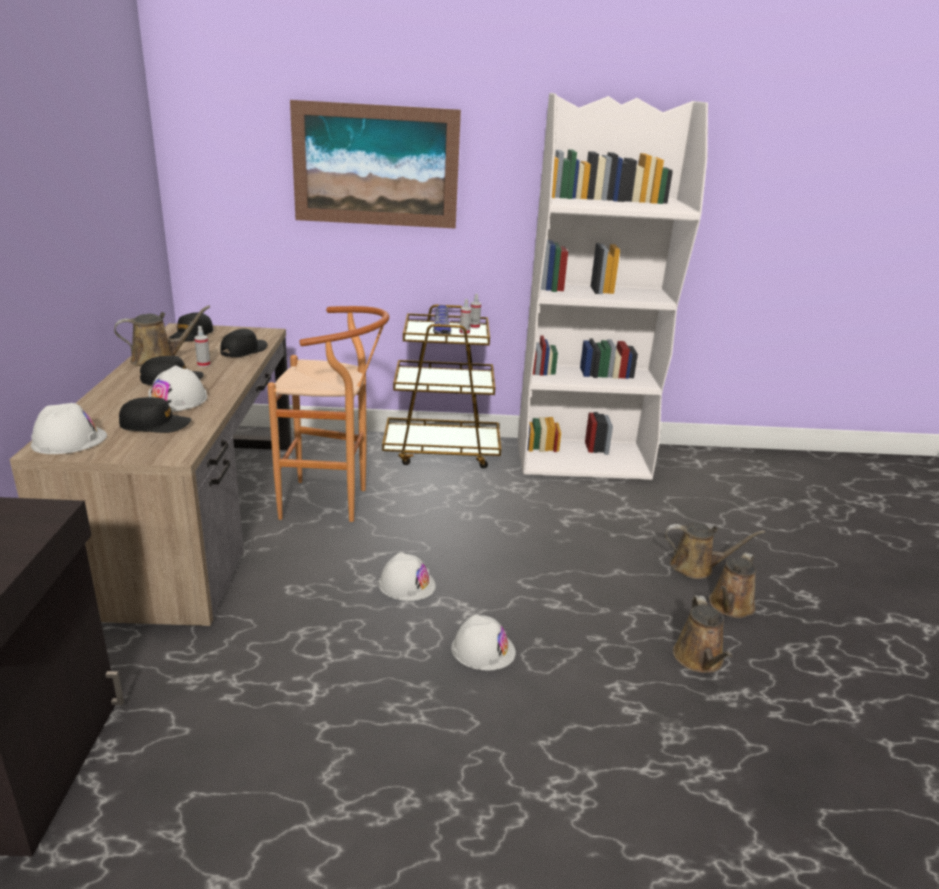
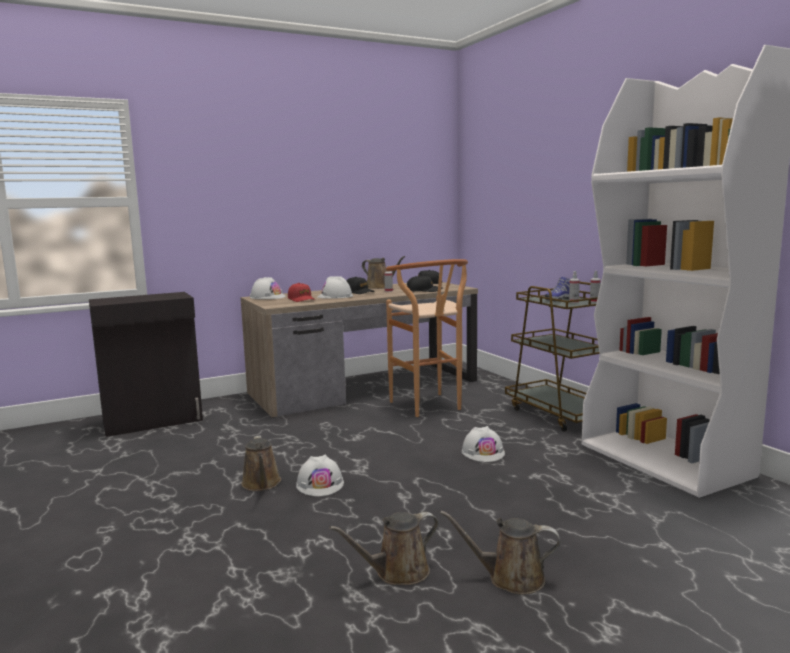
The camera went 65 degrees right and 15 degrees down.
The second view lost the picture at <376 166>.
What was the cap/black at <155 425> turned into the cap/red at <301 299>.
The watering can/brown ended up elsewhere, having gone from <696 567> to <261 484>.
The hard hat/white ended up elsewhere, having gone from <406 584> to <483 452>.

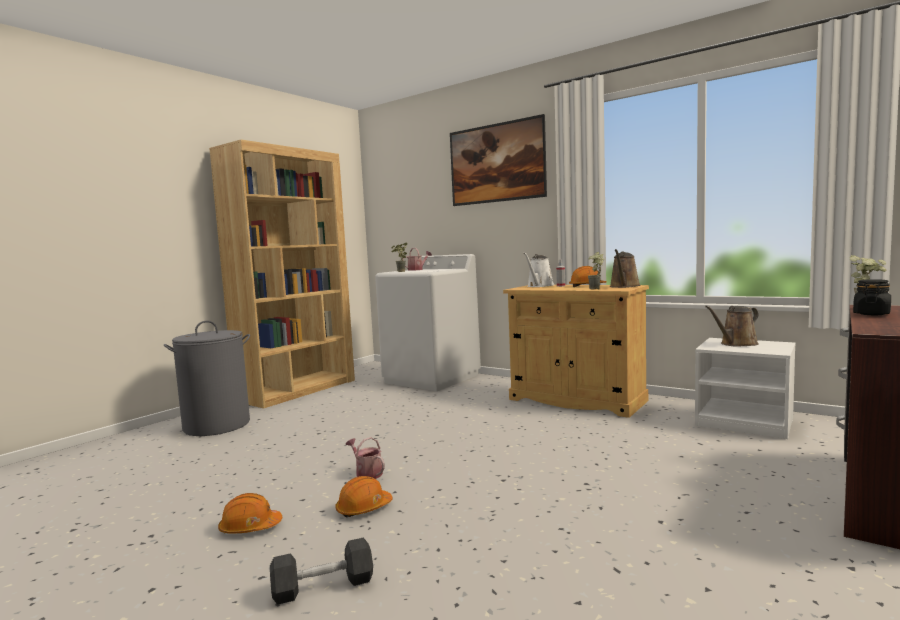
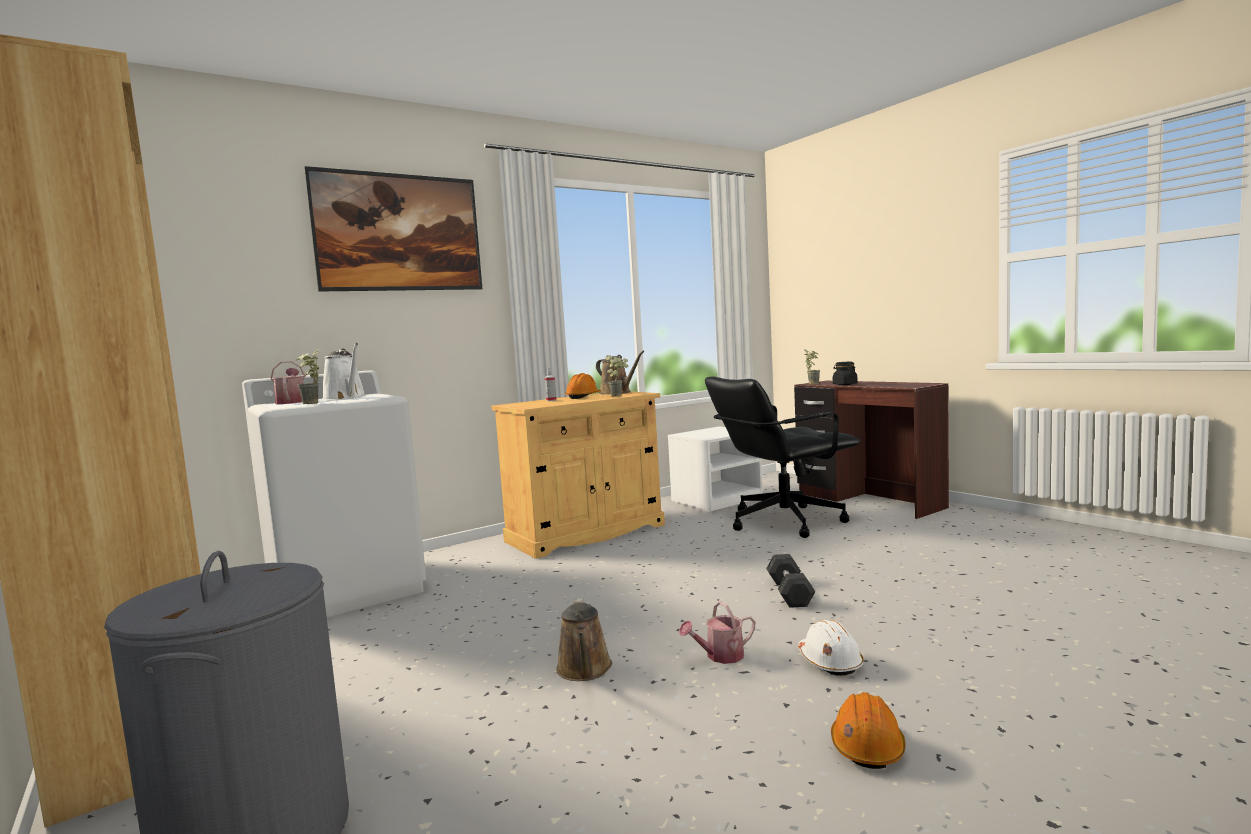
The camera went 70 degrees left and 0 degrees up.
The watering can/white ended up elsewhere, having gone from <539 286> to <346 398>.
The watering can/brown ended up elsewhere, having gone from <736 344> to <584 670>.
What was the hard hat/orange at <363 508> turned into the hard hat/white at <830 662>.
The dumbbell/grey ended up elsewhere, having gone from <323 586> to <790 593>.
The second view gained the office chair/black at <783 521>.

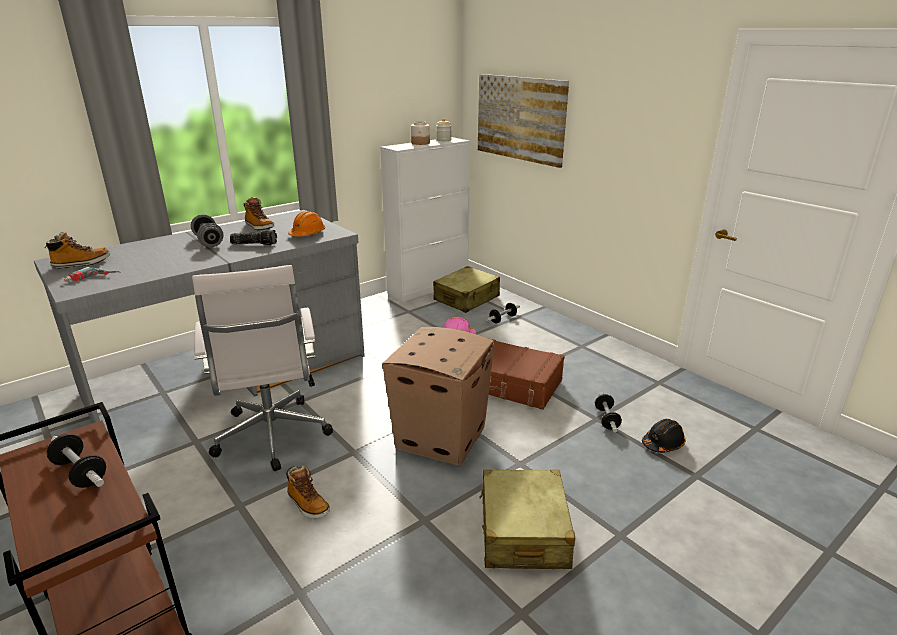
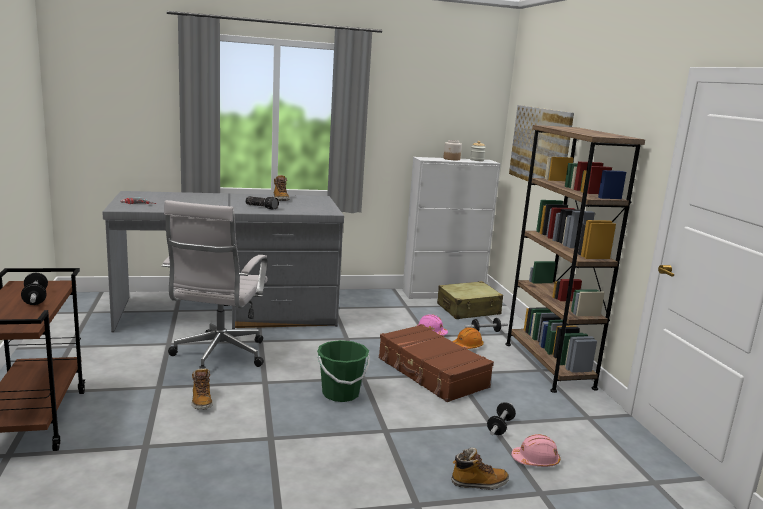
The camera went 25 degrees right and 10 degrees down.
The hard hat/orange ended up elsewhere, having gone from <307 234> to <467 346>.
The second view lost the dumbbell/grey at <209 242>.
The boot ended up elsewhere, having gone from <81 264> to <479 483>.
Where the cardboard box stood at <441 437>, the bucket/green came to stand at <340 393>.
What was the hard hat/black at <663 443> turned into the hard hat/pink at <535 460>.
The second view lost the suitcase/beige at <523 532>.
The second view gained the bookcase/brown at <548 365>.

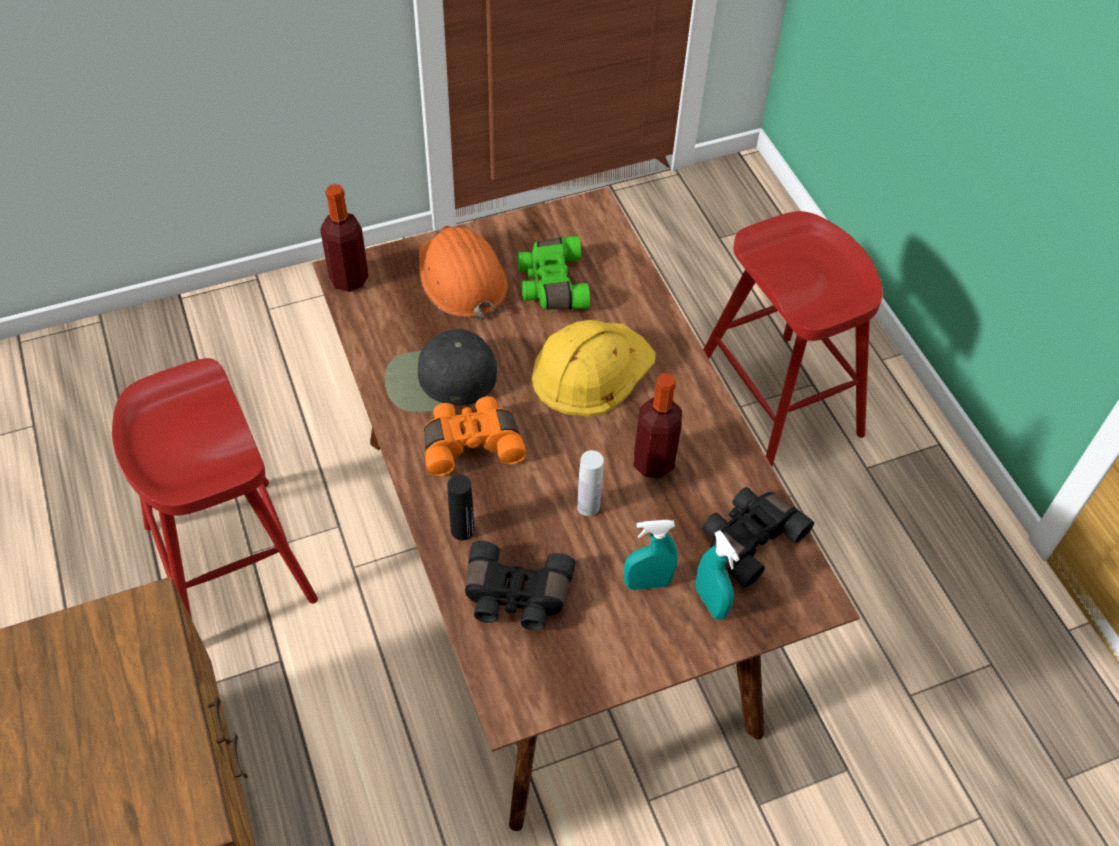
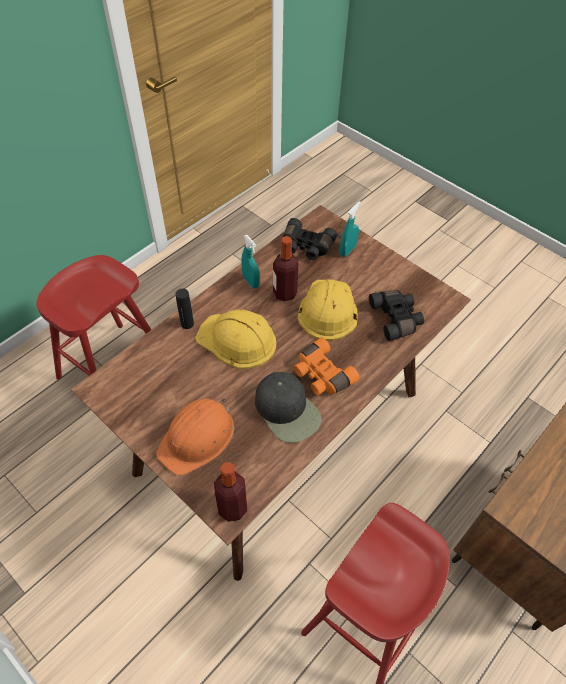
The camera went 115 degrees left and 0 degrees up.
The second view lost the binoculars/green at <551 284>.
Where the bottle/white stood at <588 506>, the hard hat/yellow came to stand at <327 310>.
The bottle/black ended up elsewhere, having gone from <462 530> to <187 324>.
The spray bottle/turquoise ended up elsewhere, having gone from <647 583> to <251 282>.

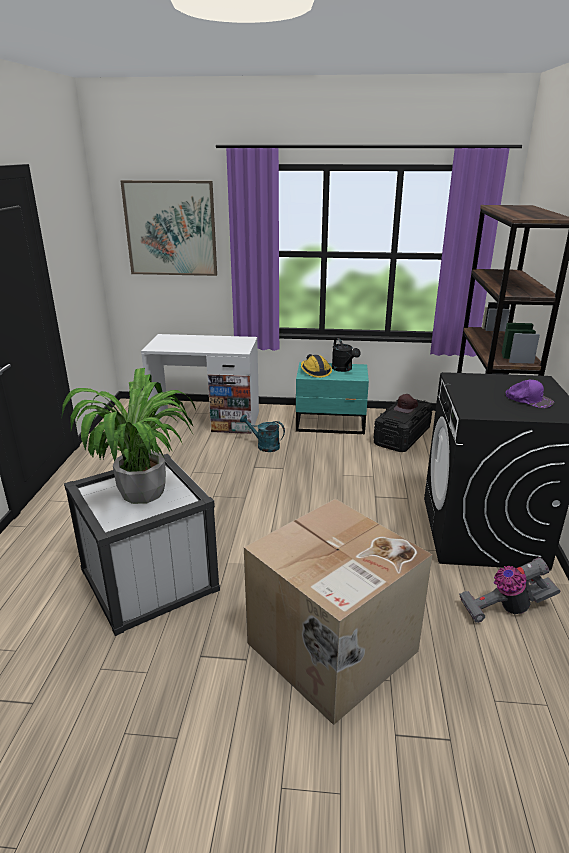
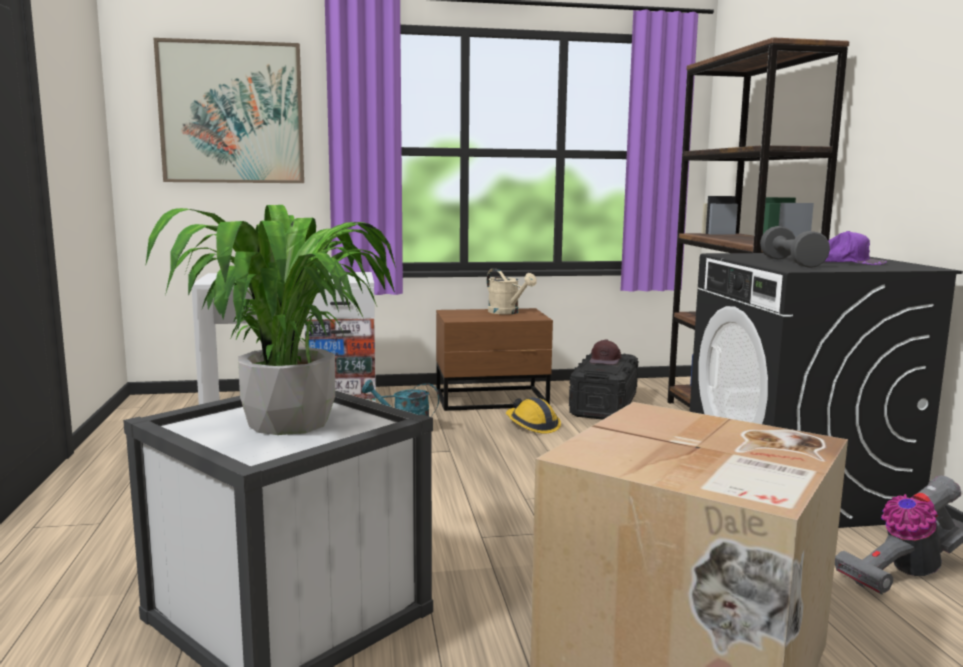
The camera went 15 degrees left and 15 degrees down.
What was the watering can/black at <344 369> turned into the watering can/beige at <507 312>.
The hard hat ended up elsewhere, having gone from <315 371> to <532 425>.
What was the nightstand/turquoise at <331 424> turned into the nightstand/brown at <493 400>.
The second view gained the dumbbell/grey at <791 263>.

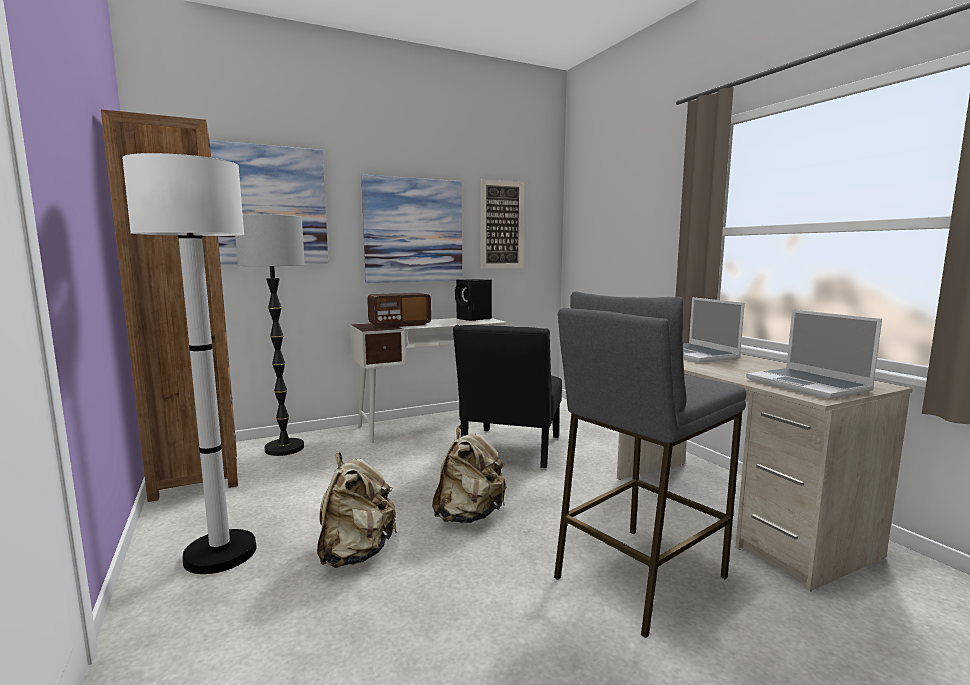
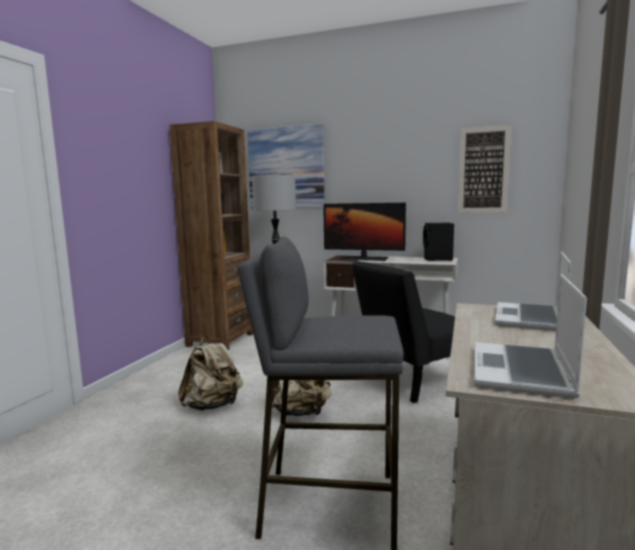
The camera went 45 degrees right and 0 degrees up.
The second view lost the floor lamp/white at <220 554>.
The second view lost the picture at <413 230>.
Where the radio stood at <399 325>, the monitor came to stand at <363 258>.

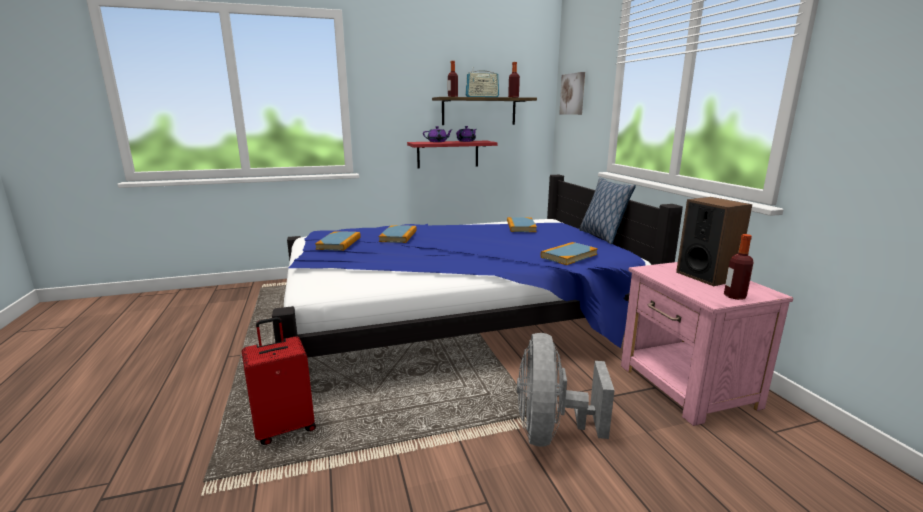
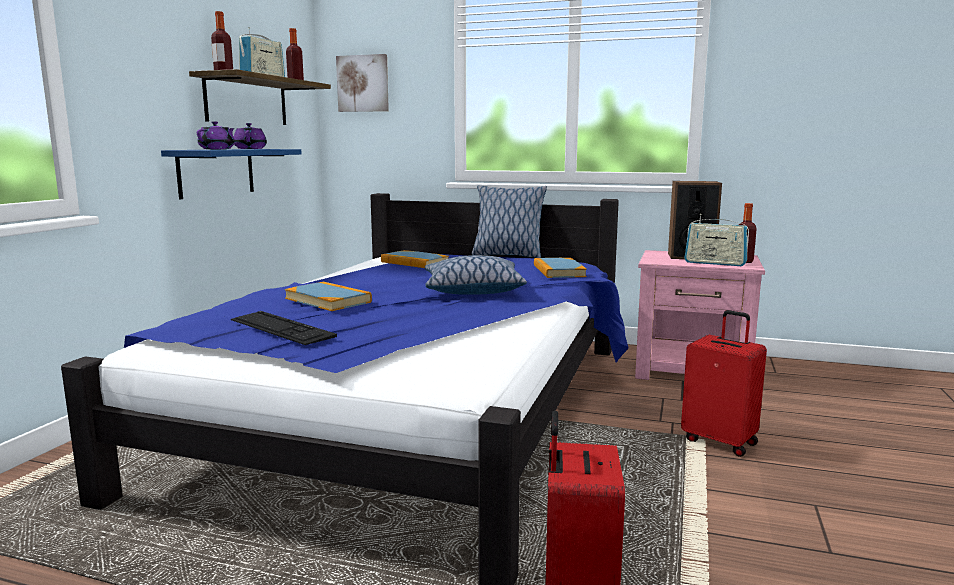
The camera went 55 degrees left and 5 degrees down.
What was the shelf/red at <448 154> turned into the shelf/blue at <216 172>.
Where the book stood at <339 243>, the keyboard came to stand at <281 328>.
Where the fan/grey stood at <551 431>, the suitcase/red came to stand at <720 441>.
The second view gained the radio at <715 263>.
The second view gained the pillow at <472 290>.

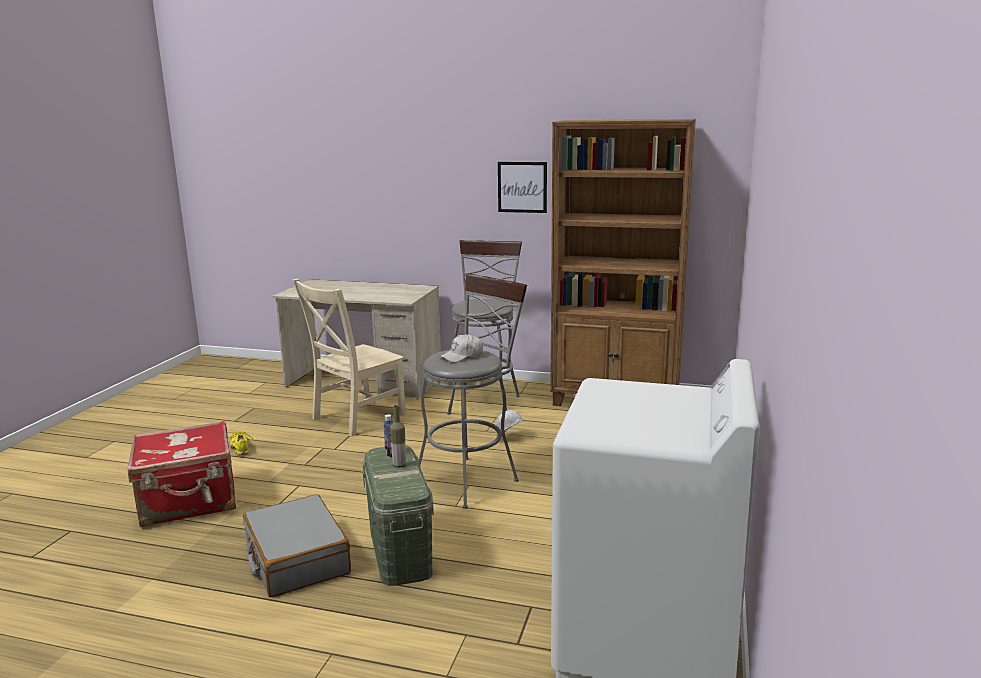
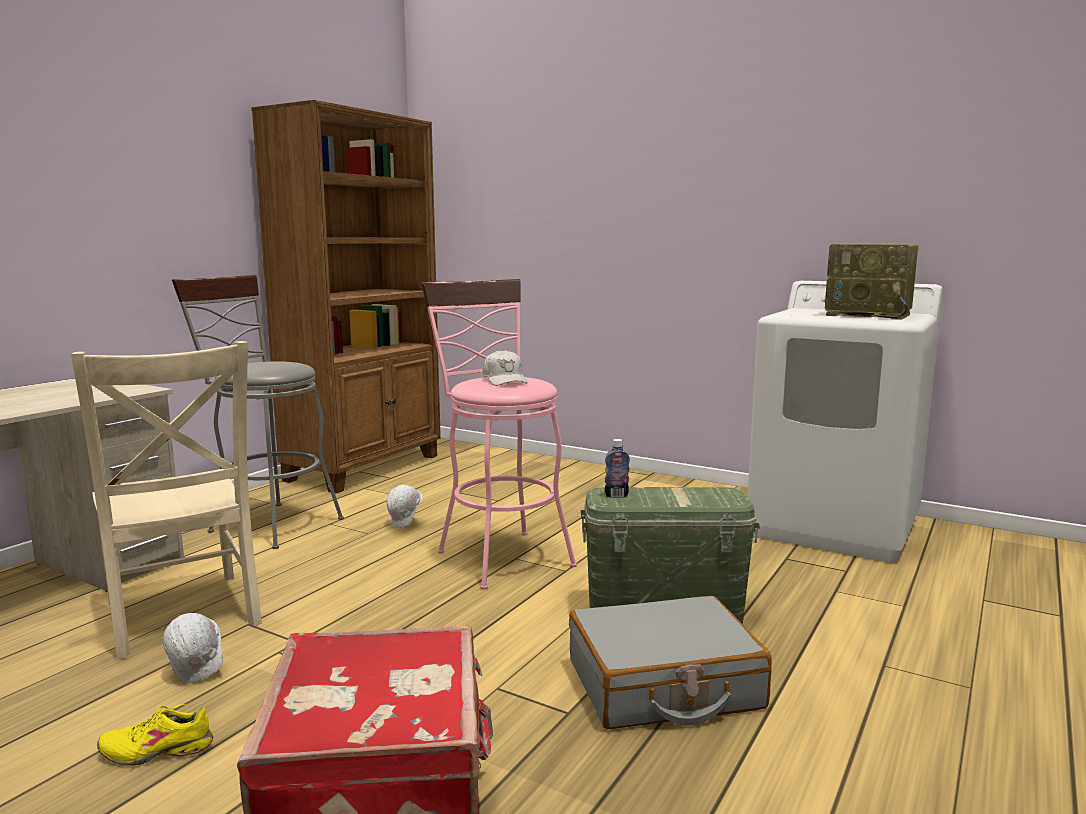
The camera went 75 degrees left and 5 degrees down.
The second view lost the picture at <522 187>.
What was the stool/grey at <472 478> turned into the stool/pink at <499 555>.
The second view lost the bottle at <399 465>.
The second view gained the radio at <870 315>.
The second view gained the hard hat/white at <197 671>.

